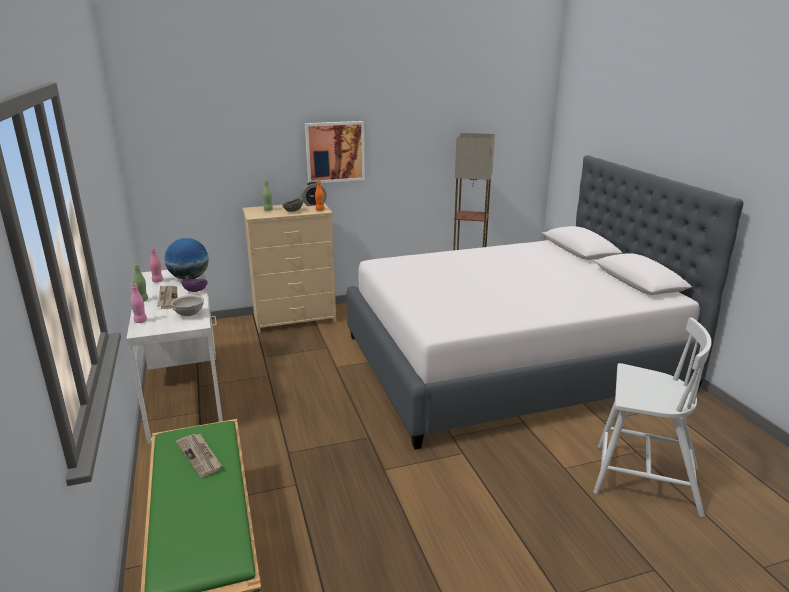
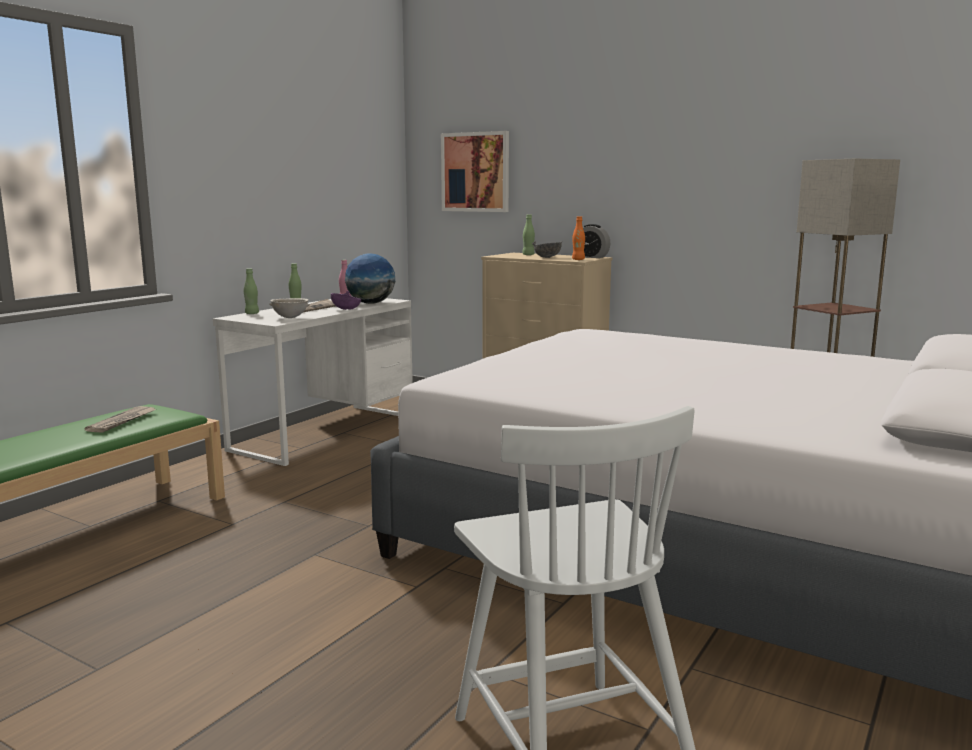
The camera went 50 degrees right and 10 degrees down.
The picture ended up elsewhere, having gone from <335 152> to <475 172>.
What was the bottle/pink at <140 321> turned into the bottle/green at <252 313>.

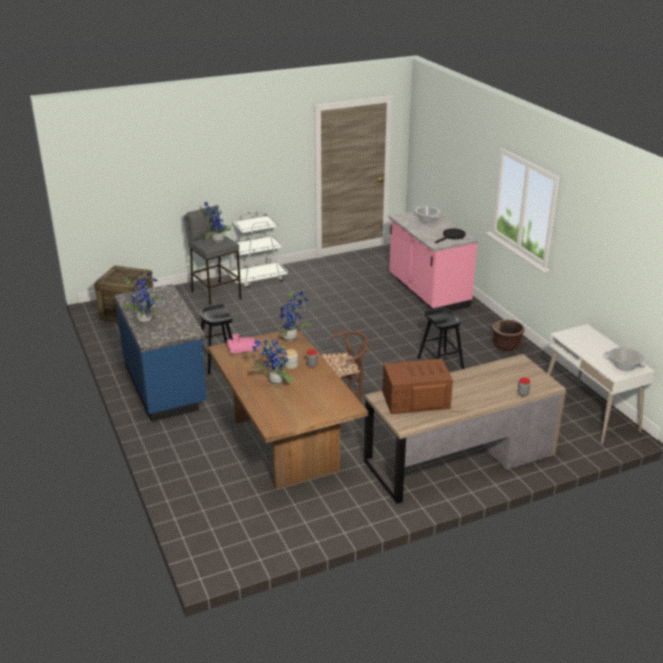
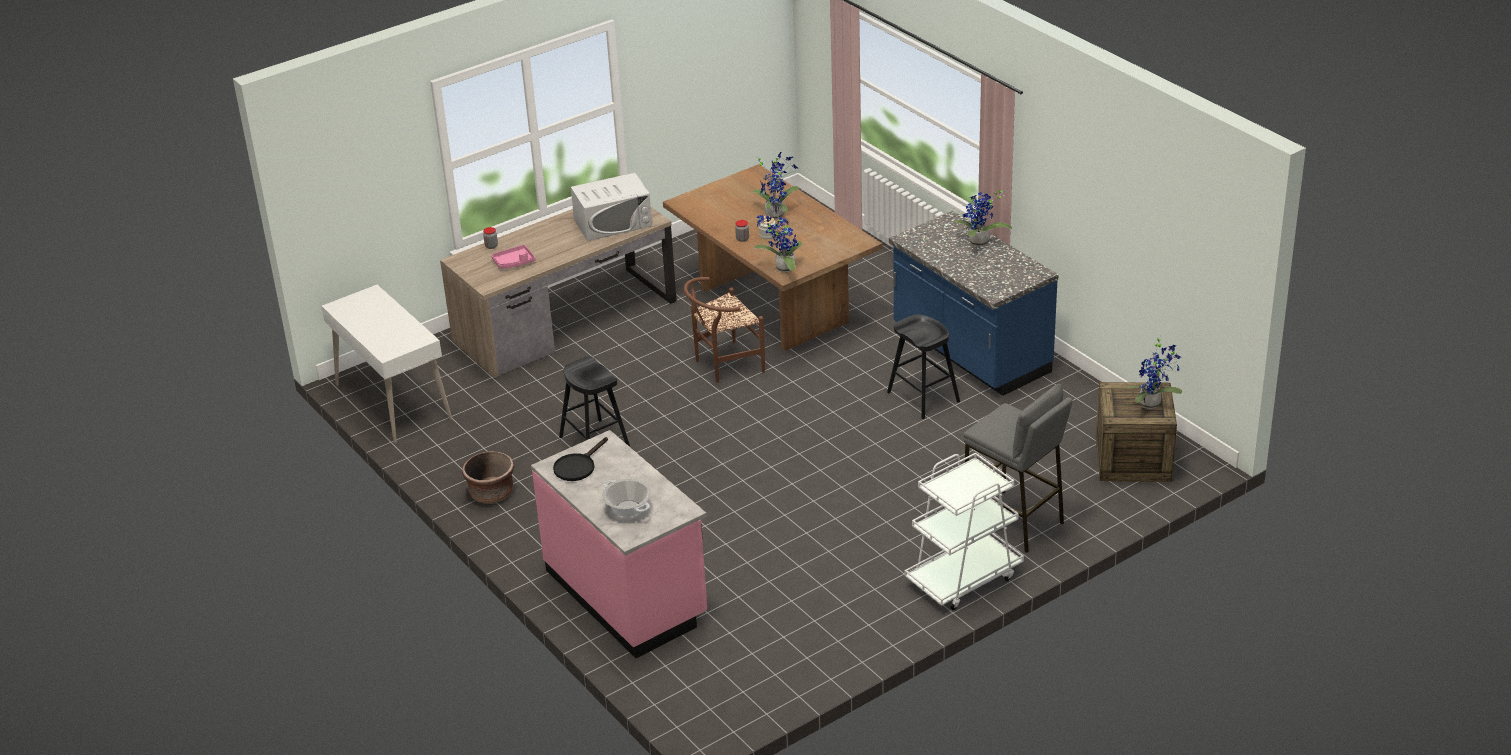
The camera went 170 degrees right and 5 degrees up.
The potted plant ended up elsewhere, having gone from <216 241> to <1152 404>.
The tray/pink ended up elsewhere, having gone from <242 348> to <514 262>.
The second view lost the cooking pot at <624 366>.
What was the microwave/brown at <415 400> turned into the microwave/white at <613 223>.

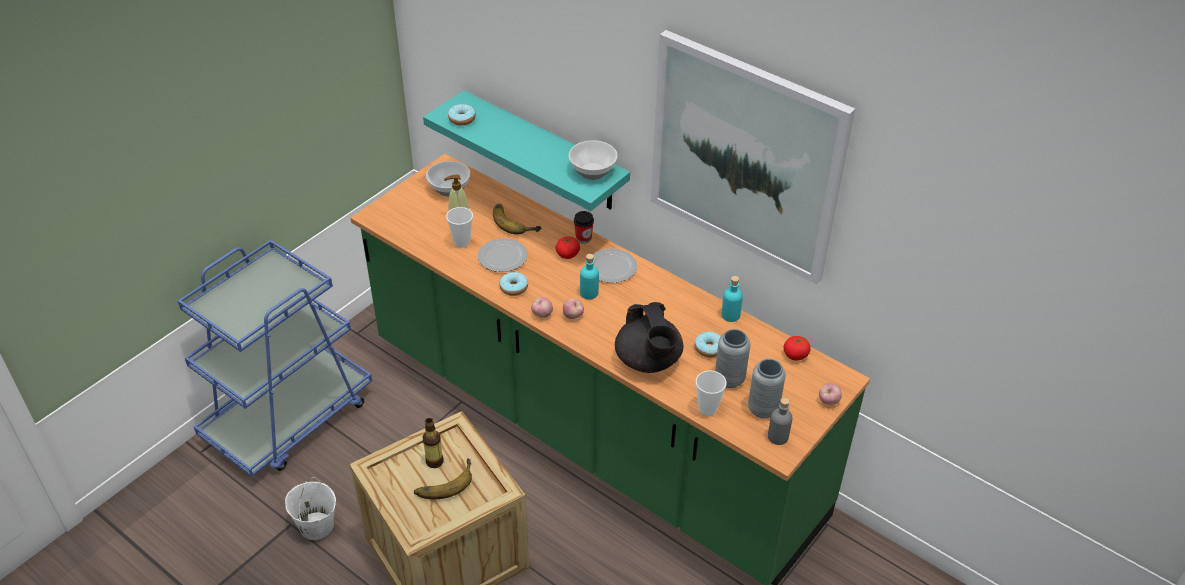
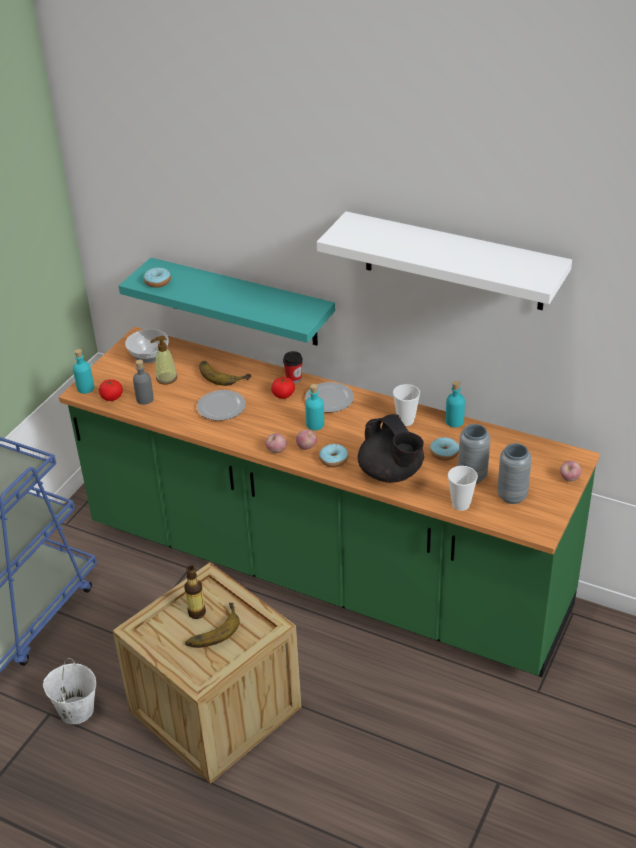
The camera went 10 degrees left and 5 degrees down.
Where the picture hung at <745 157>, the shelf/white came to hang at <453 261>.
The second view lost the bowl at <593 171>.
The cup ended up elsewhere, having gone from <462 242> to <406 421>.
The donut ended up elsewhere, having gone from <514 288> to <333 460>.
The tomato ended up elsewhere, having gone from <795 355> to <112 397>.
The bottle/grey ended up elsewhere, having gone from <778 437> to <145 399>.
The second view gained the bottle/turquoise at <85 388>.

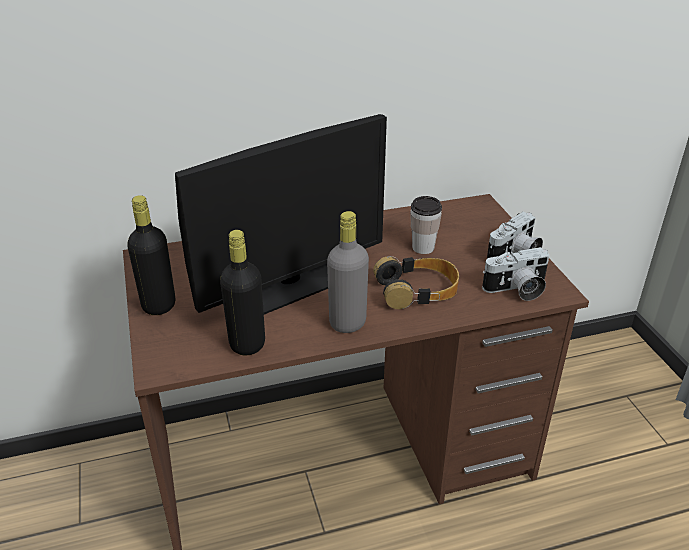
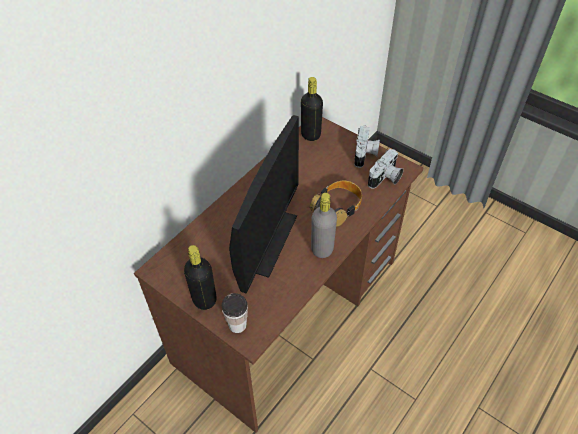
The camera went 35 degrees left and 15 degrees up.
The cup ended up elsewhere, having gone from <423 247> to <237 325>.
The bottle/black ended up elsewhere, having gone from <247 344> to <310 135>.

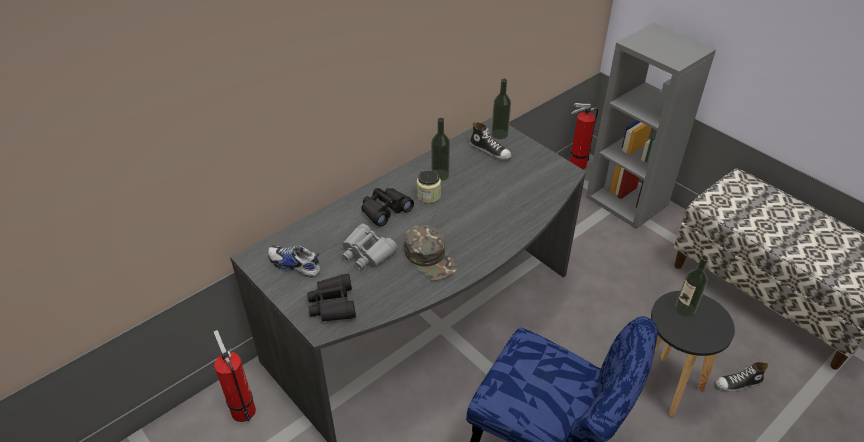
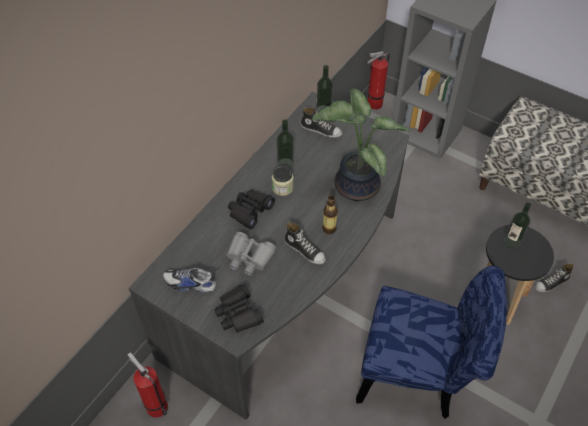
The camera went 15 degrees left and 10 degrees up.
Where the cap/green stood at <430 258>, the shoe came to stand at <305 250>.
The second view gained the potted plant at <354 185>.
The second view gained the bottle at <329 228>.

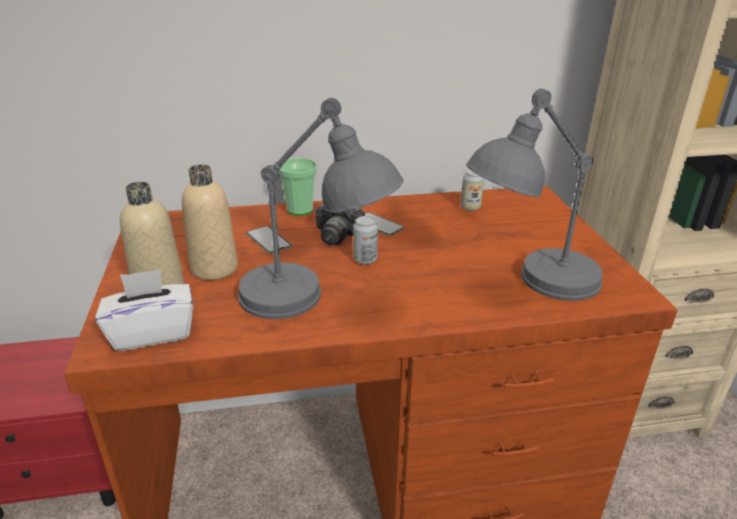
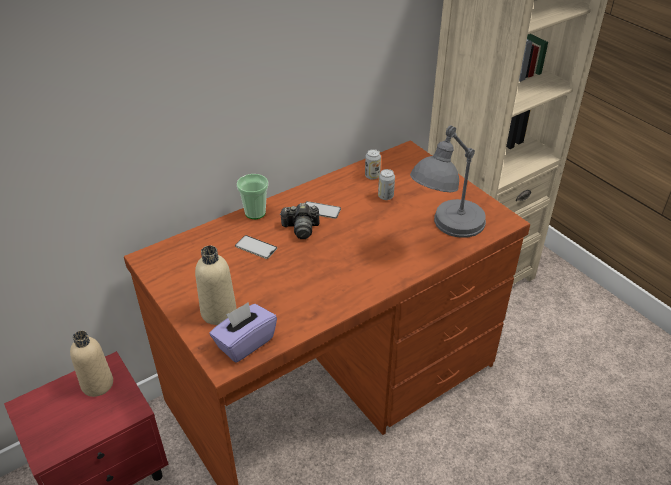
The camera went 25 degrees left and 10 degrees up.
The second view lost the table lamp/grey at <314 303>.
The bottle/beige ended up elsewhere, having gone from <214 268> to <97 384>.
The can ended up elsewhere, having gone from <365 259> to <385 196>.
What was the tissue box/white at <152 332> turned into the tissue box/purple at <245 343>.

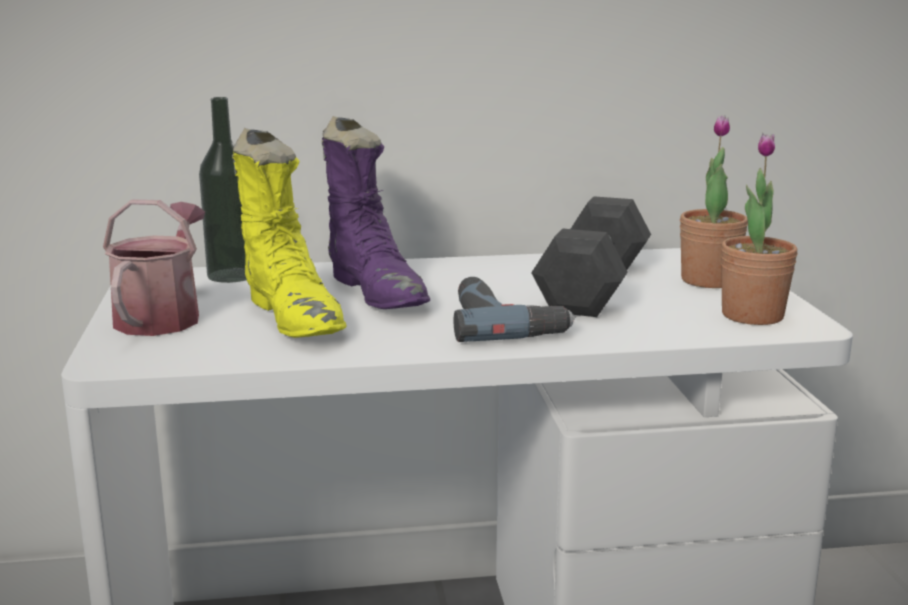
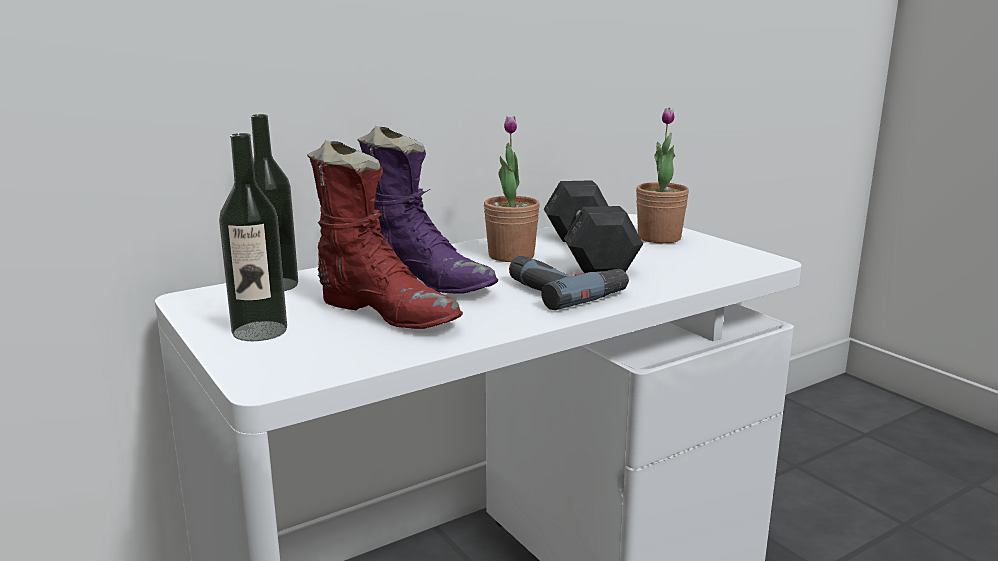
The camera went 25 degrees left and 0 degrees up.
What was the boot/yellow at <294 318> turned into the boot/red at <387 313>.
The potted plant ended up elsewhere, having gone from <752 315> to <511 256>.
Where the watering can stood at <162 316>, the bottle came to stand at <259 331>.

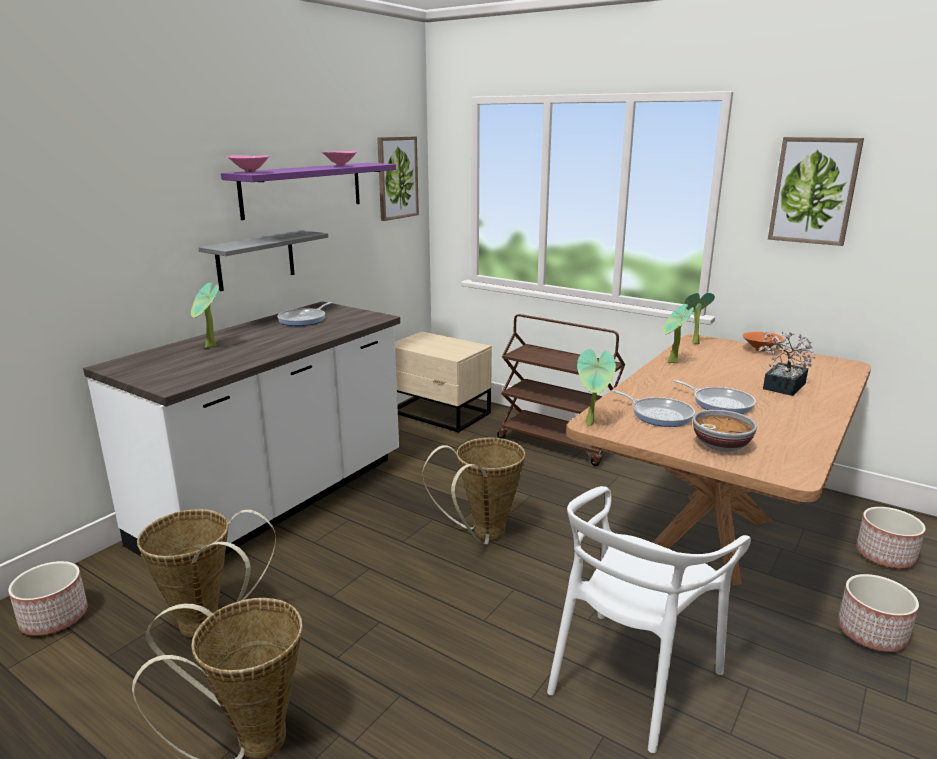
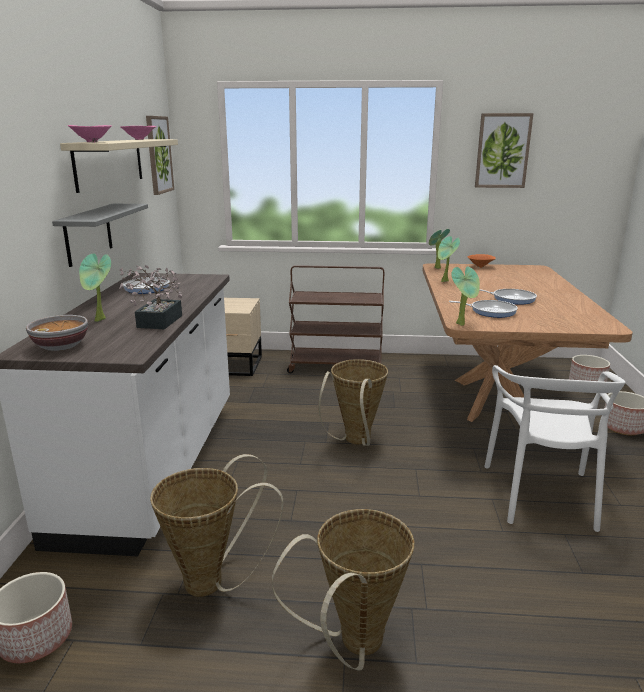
The camera went 30 degrees left and 0 degrees up.
What was the shelf/purple at <303 189> turned into the shelf/beige at <109 163>.
The potted plant ended up elsewhere, having gone from <781 387> to <156 323>.
The bowl ended up elsewhere, having gone from <721 445> to <61 346>.

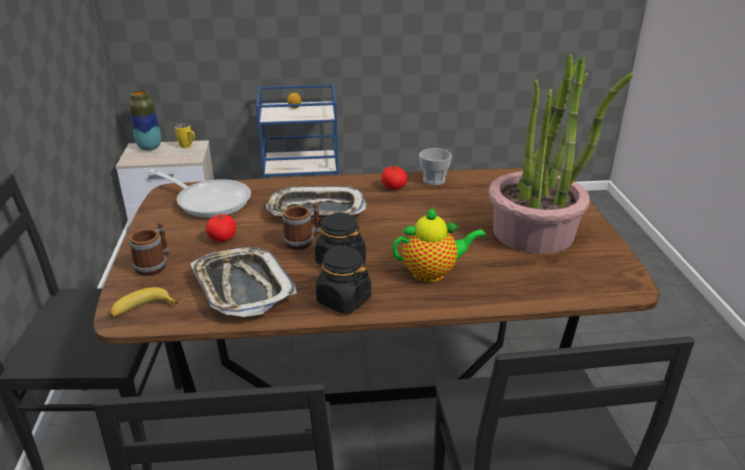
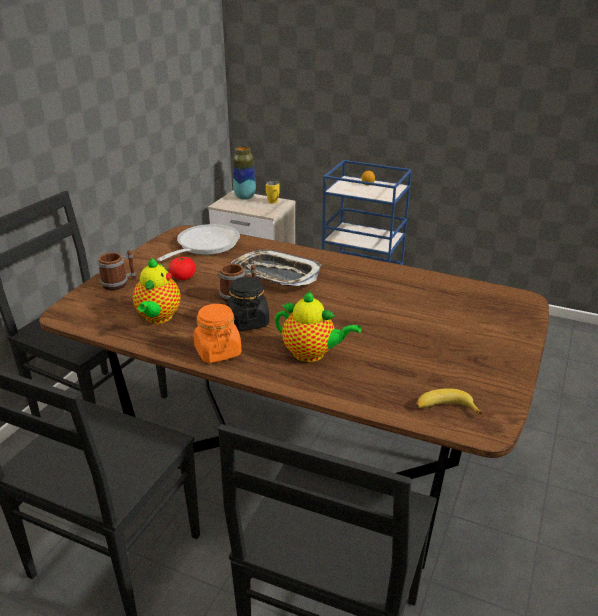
The camera went 30 degrees right and 0 degrees up.
The second view lost the potted plant at <534 233>.
The second view lost the cup at <434 180>.
The second view lost the tomato at <393 187>.
The frying pan at <209 201> ended up facing another way, 120 degrees counterclockwise from before.
Where the tray stood at <242 287>, the teapot came to stand at <158 318>.
What was the jar/black at <343 300> turned into the jar/orange at <217 352>.
The banana ended up elsewhere, having gone from <142 309> to <445 408>.

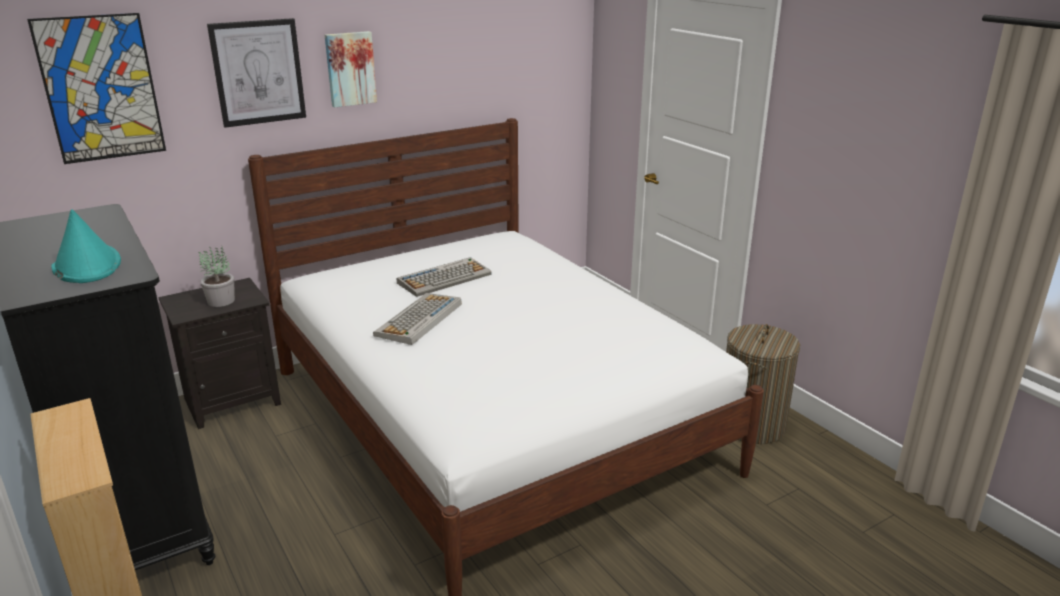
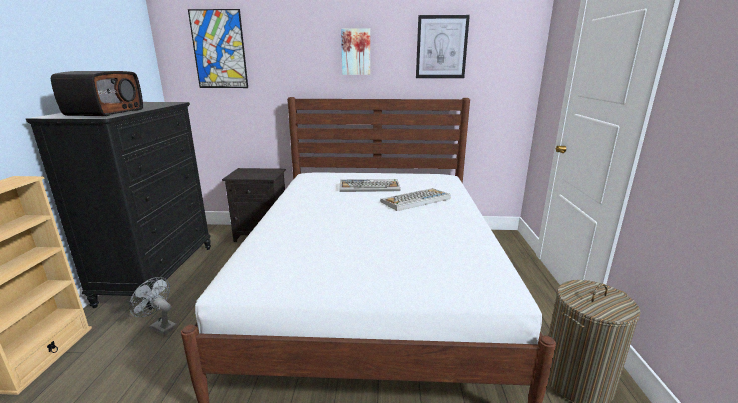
The camera went 35 degrees right and 5 degrees down.
The picture ended up elsewhere, having gone from <258 72> to <441 47>.
Where the hat/turquoise stood at <86 265>, the radio came to stand at <104 112>.
The second view lost the potted plant at <221 301>.
The keyboard ended up elsewhere, having gone from <419 320> to <415 200>.
The second view gained the fan/grey at <160 326>.

